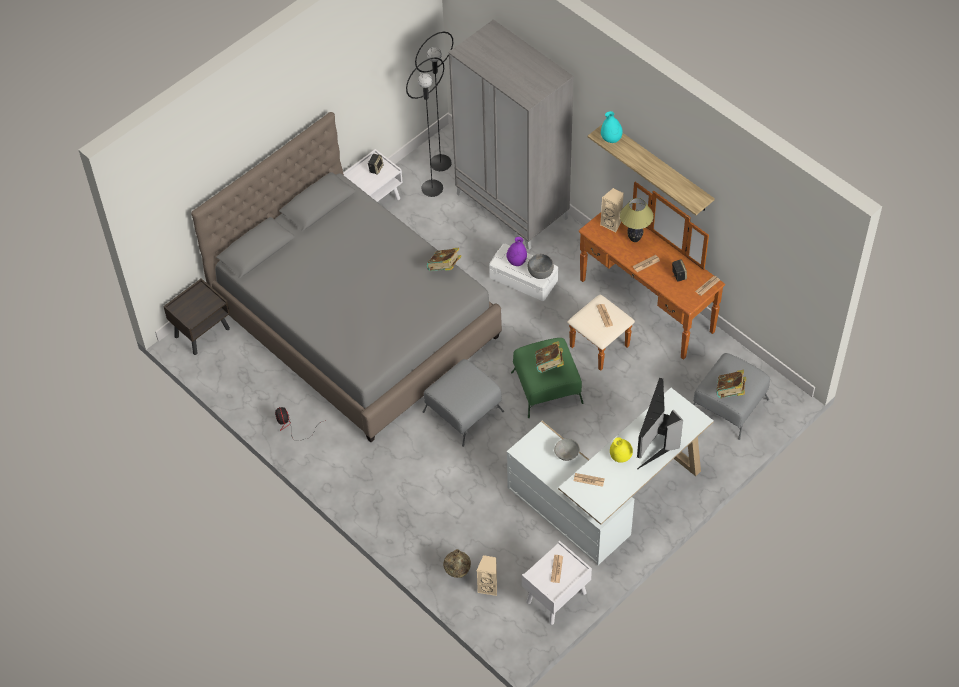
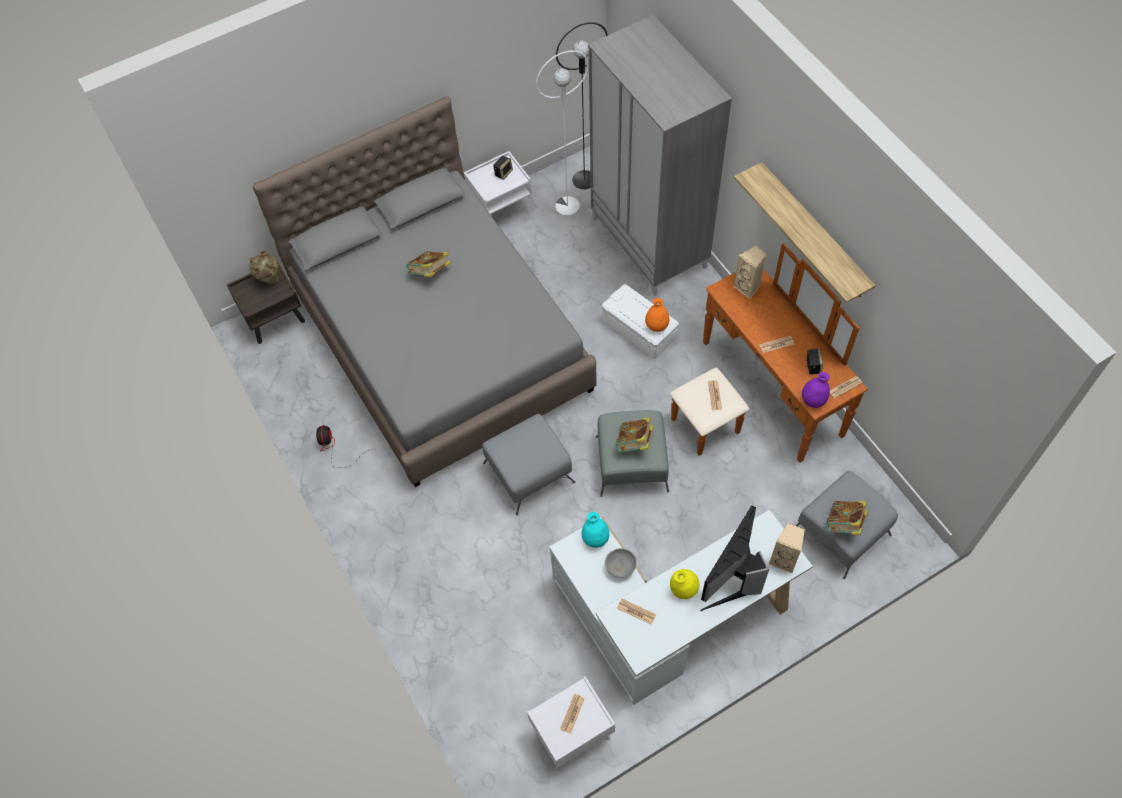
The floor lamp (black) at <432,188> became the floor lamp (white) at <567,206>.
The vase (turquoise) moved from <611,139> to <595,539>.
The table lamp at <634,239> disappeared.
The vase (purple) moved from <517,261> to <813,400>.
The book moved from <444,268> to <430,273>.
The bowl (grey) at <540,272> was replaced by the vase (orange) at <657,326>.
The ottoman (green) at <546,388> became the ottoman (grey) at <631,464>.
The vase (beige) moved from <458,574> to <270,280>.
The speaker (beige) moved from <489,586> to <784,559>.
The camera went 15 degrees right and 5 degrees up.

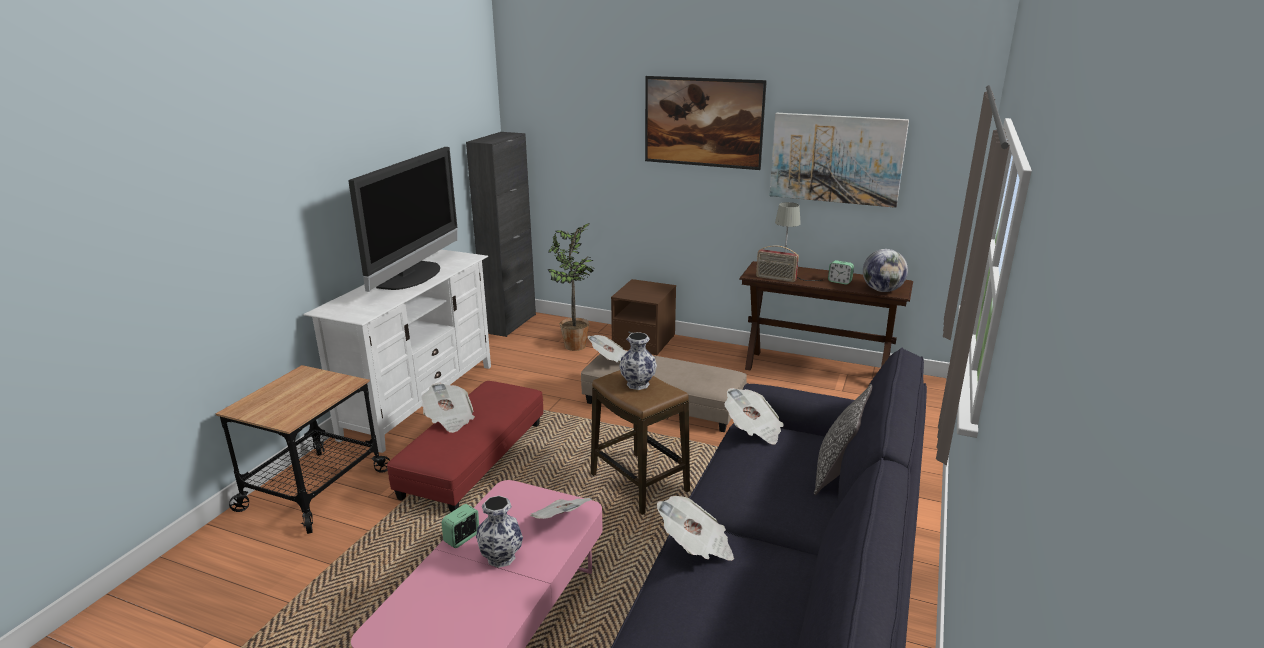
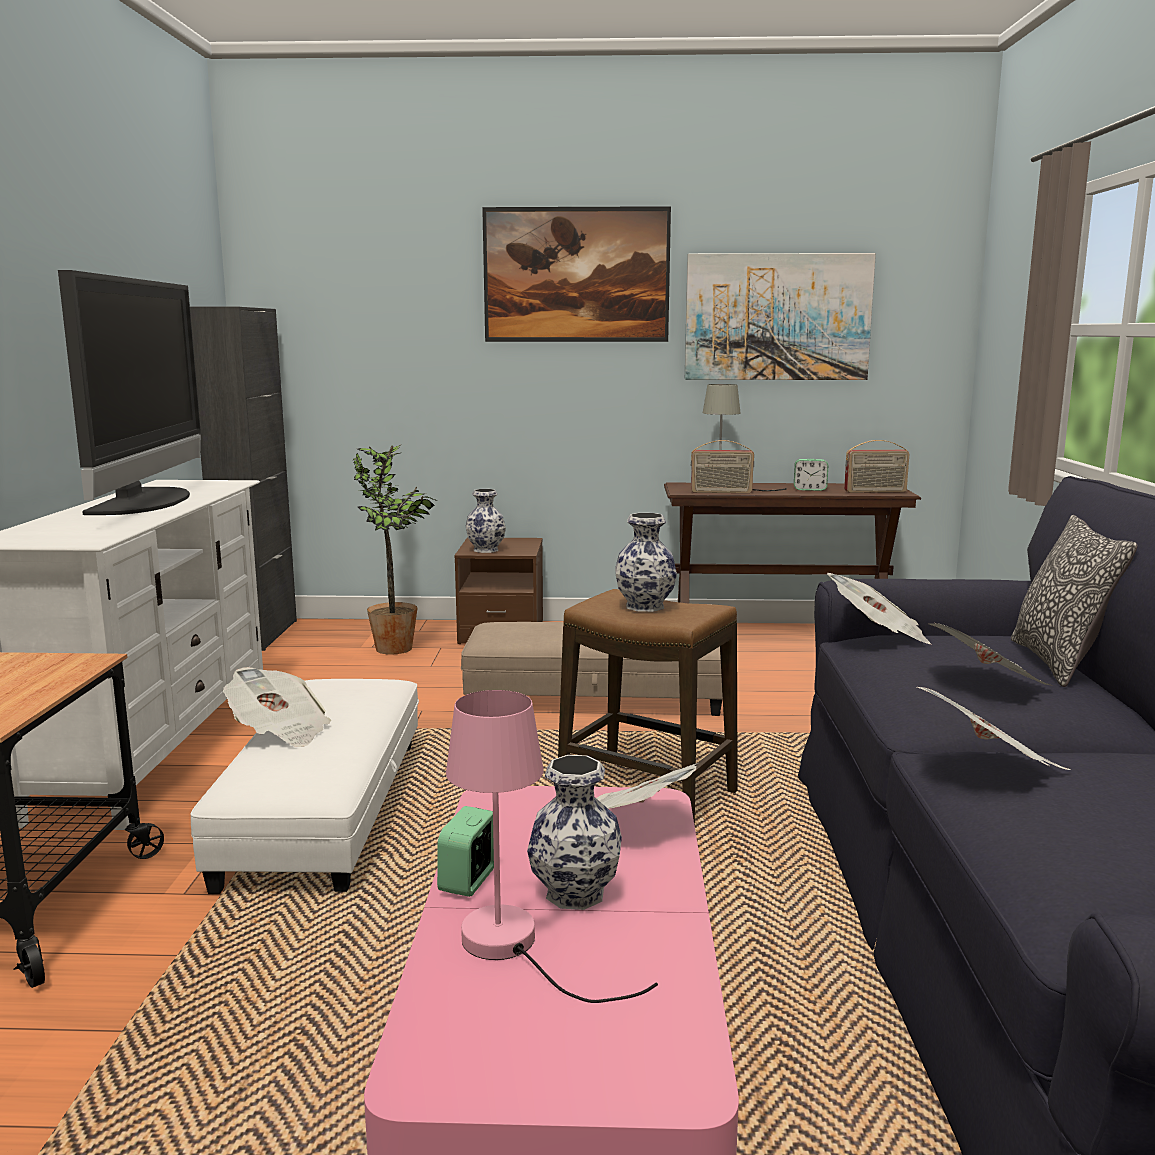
The globe at <882,290> was replaced by the radio at <875,492>.
The newspaper moved from <611,360> to <988,685>.
The ottoman (red) at <474,459> became the ottoman (white) at <325,810>.
The vase at <485,550> appeared.
The table lamp (pink) at <515,948> appeared.
The camera went 20 degrees left and 10 degrees down.

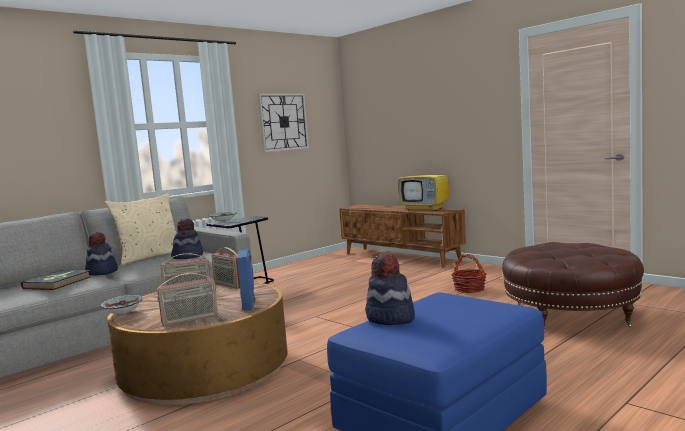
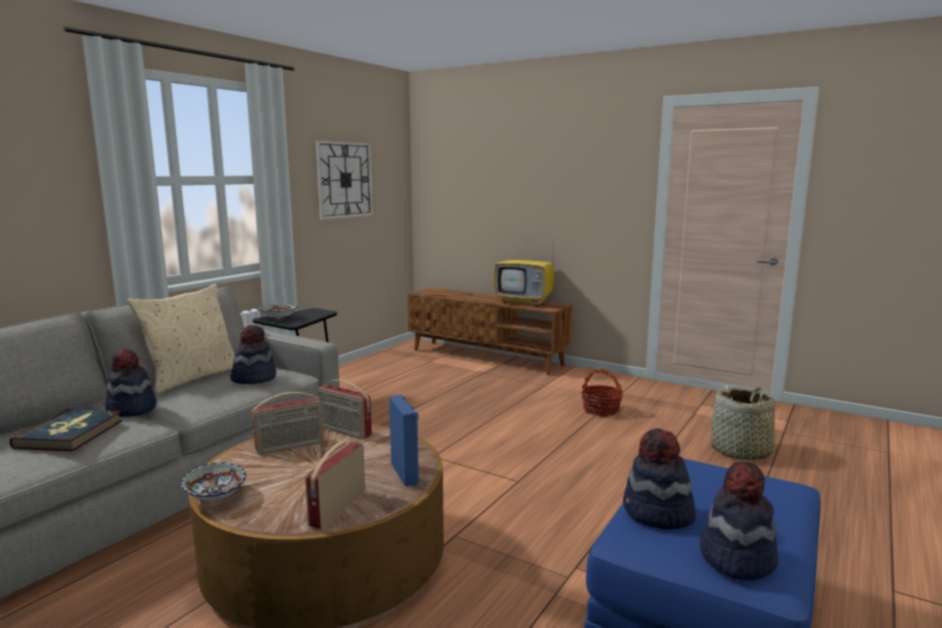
The ottoman (brown) at <570,315> was replaced by the basket at <741,451>.
The radio at <190,319> turned 150 degrees clockwise.
The hat at <736,558> appeared.
The camera went 15 degrees left and 5 degrees up.

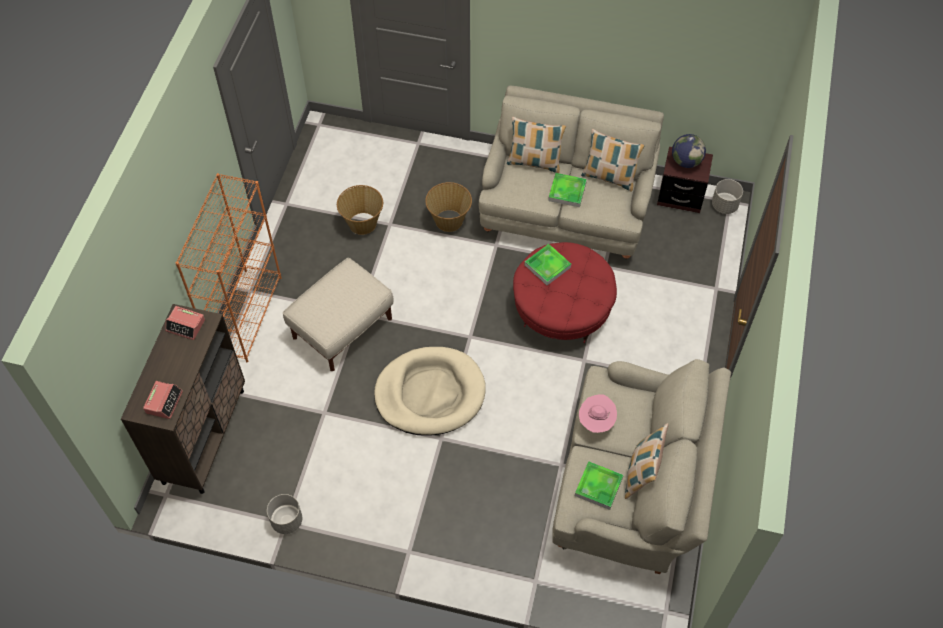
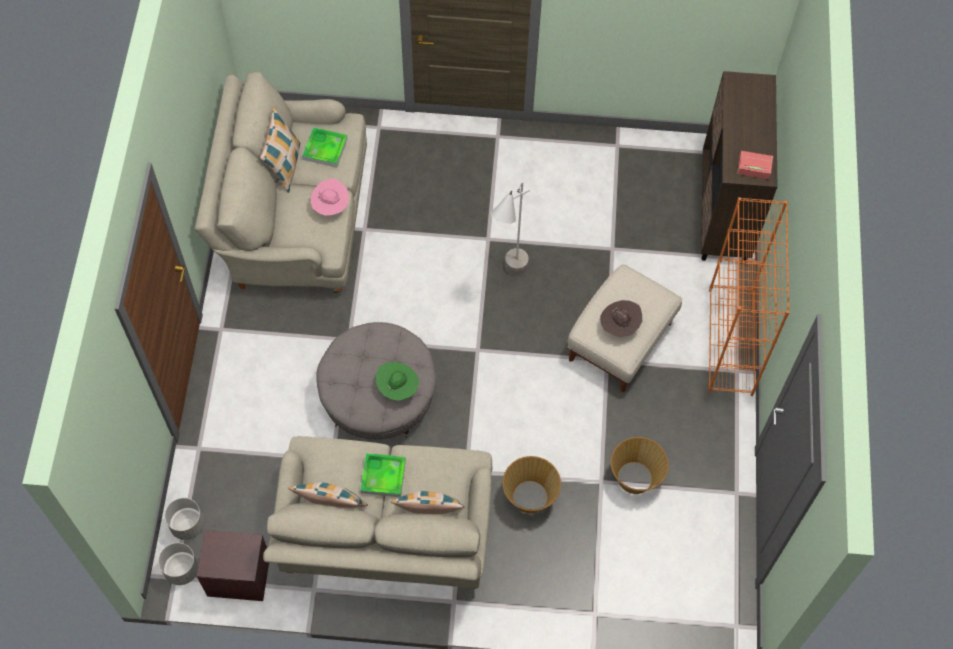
The globe at <686,161> disappeared.
The ottoman (red) at <562,309> became the ottoman (grey) at <378,397>.
The tray at <547,266> was replaced by the hat (green) at <398,388>.
The dog bed (beige) at <430,393> was replaced by the floor lamp (grey) at <508,281>.
The alarm clock at <164,402> disappeared.
The planter (grey) moved from <287,520> to <187,525>.
The hat (brown) at <619,326> appeared.
The camera went 170 degrees right and 5 degrees up.

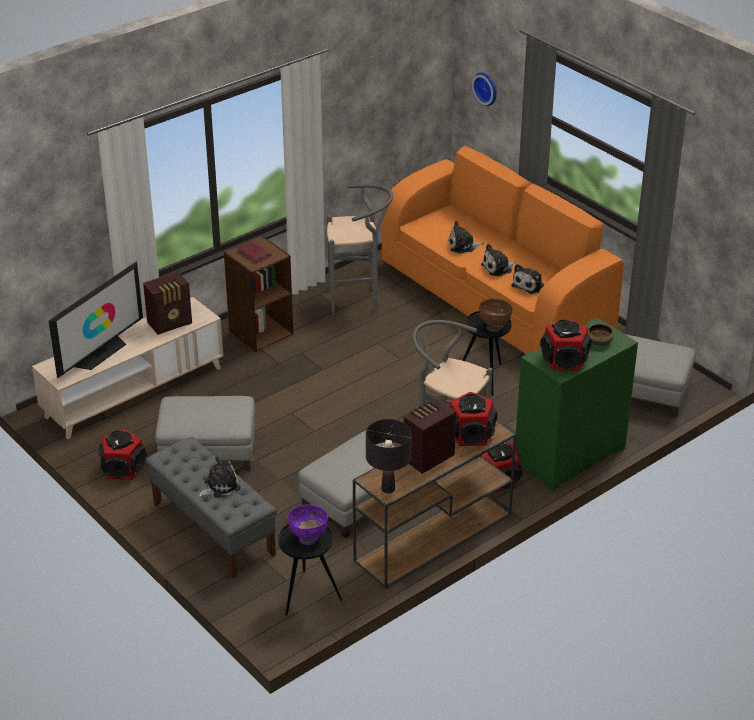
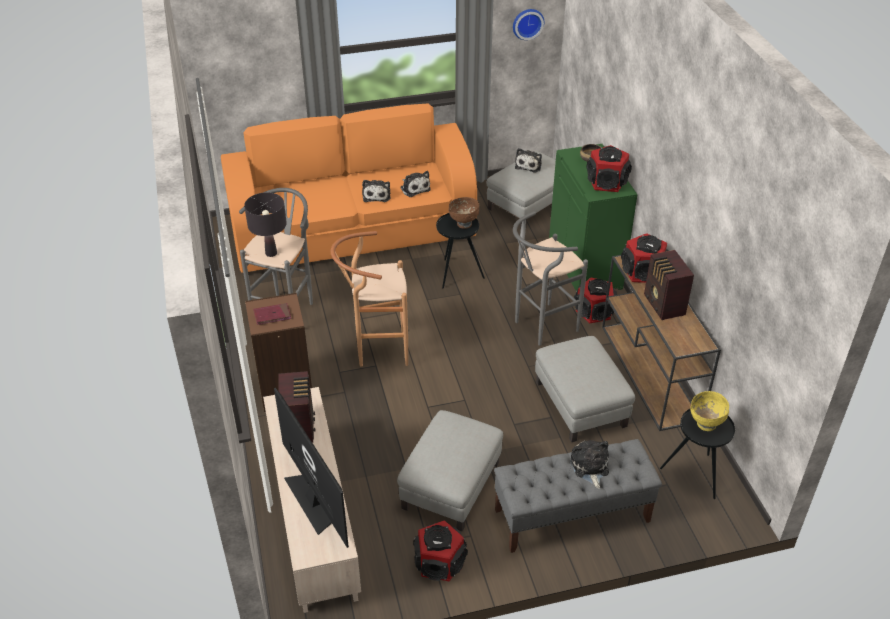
The wall clock moved from <487,88> to <527,23>.
The plush toy moved from <463,246> to <529,165>.
The table lamp (black) moved from <388,489> to <271,253>.
The bowl (purple) at <308,538> became the bowl (yellow) at <705,424>.
The stool (brown) at <376,350> appeared.
The camera went 65 degrees left and 5 degrees up.

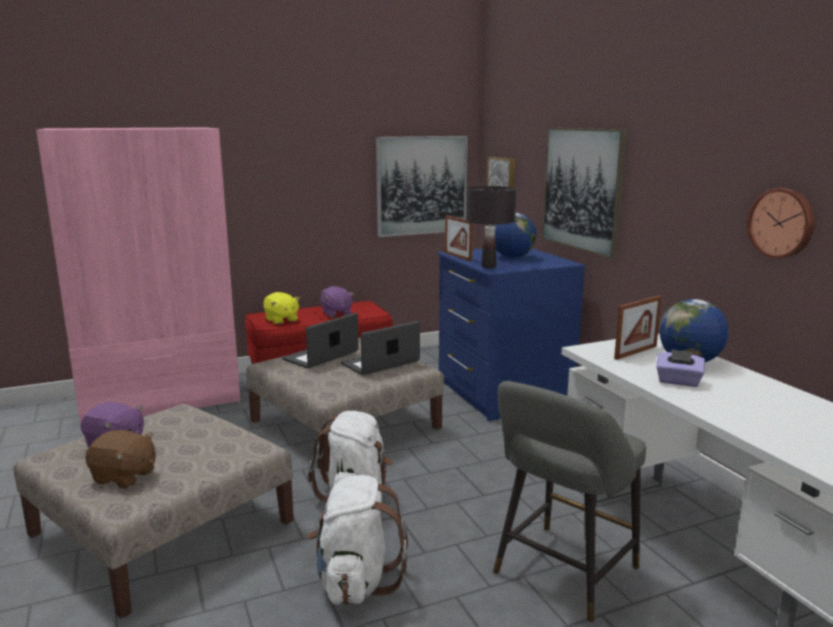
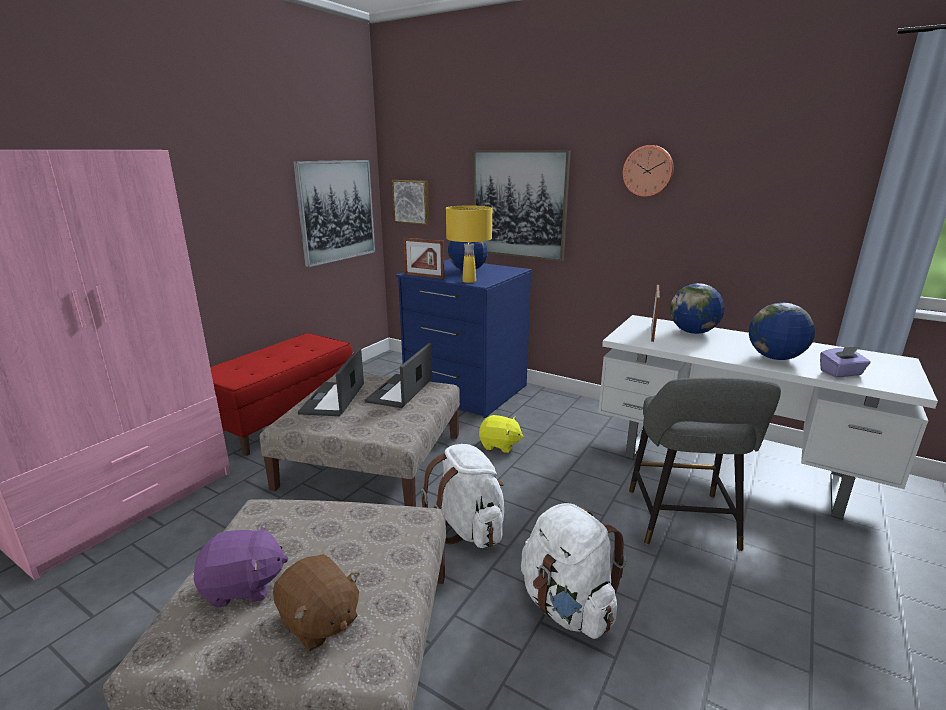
The table lamp (black) at <489,266> became the table lamp (yellow) at <469,281>.
The wall clock moved from <782,223> to <648,171>.
The plush toy (purple) at <336,313> disappeared.
The plush toy (yellow) moved from <281,320> to <499,445>.
The tissue box (purple) moved from <678,381> to <841,373>.
The plush toy (brown) at <124,477> turned 60 degrees clockwise.
The globe at <775,358> appeared.
The camera went 35 degrees left and 5 degrees up.

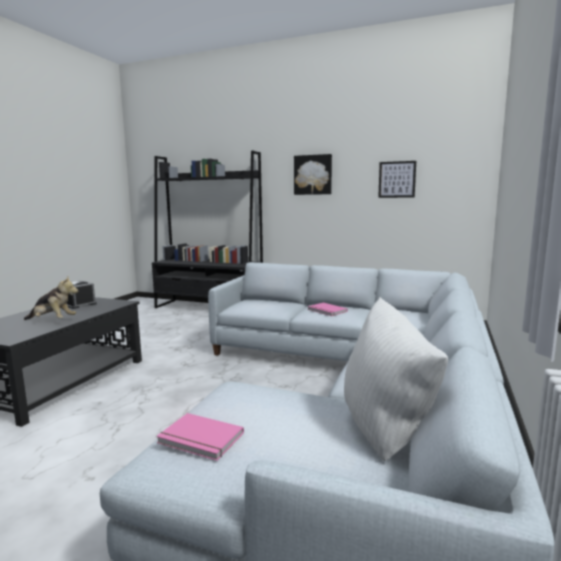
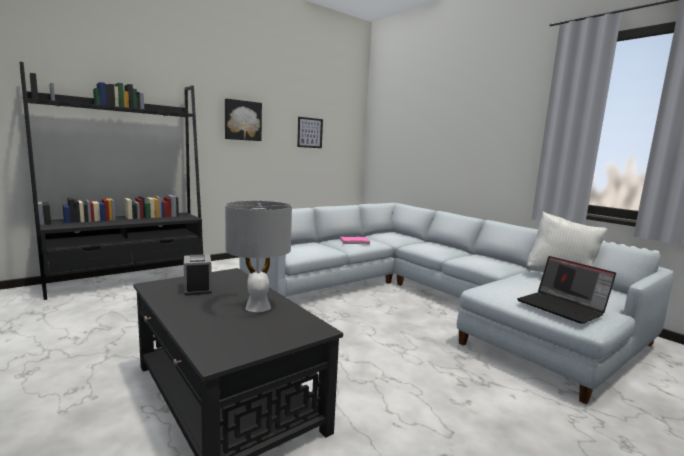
The plush toy at <52,321> was replaced by the table lamp (grey) at <258,306>.
The book (pink) at <200,439> was replaced by the laptop at <562,307>.
The camera went 60 degrees left and 0 degrees up.

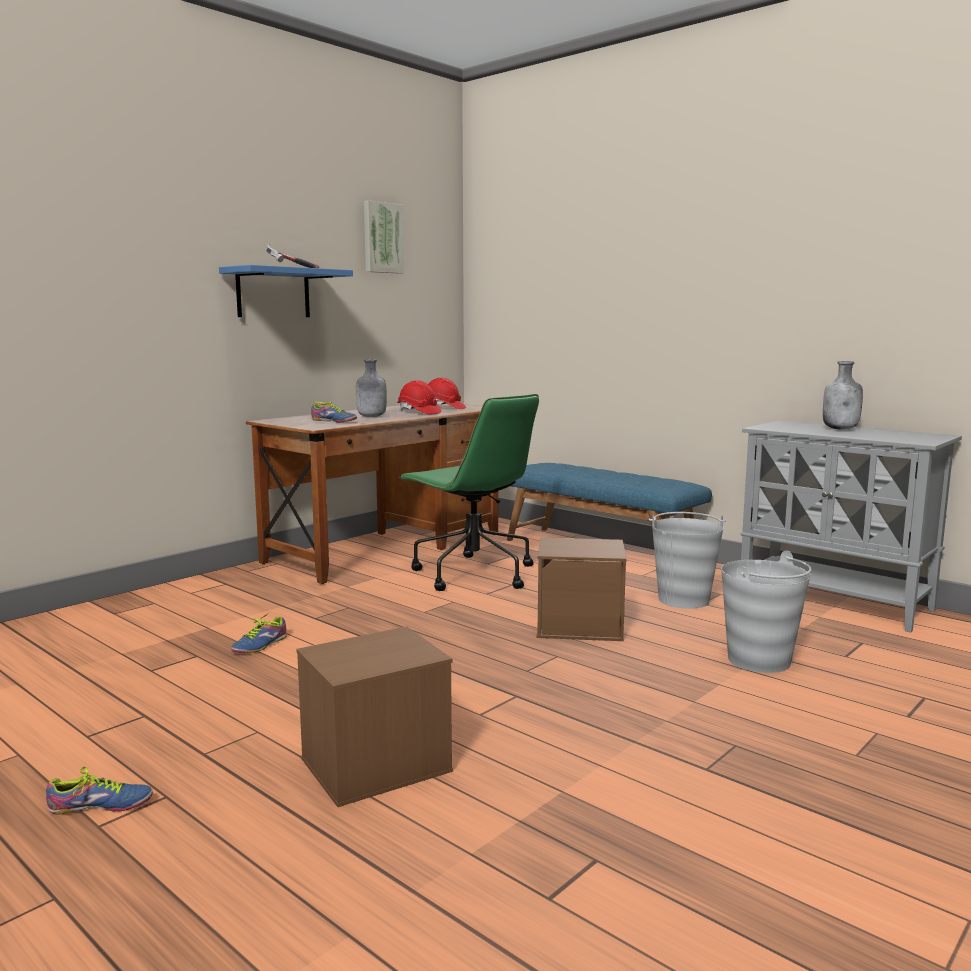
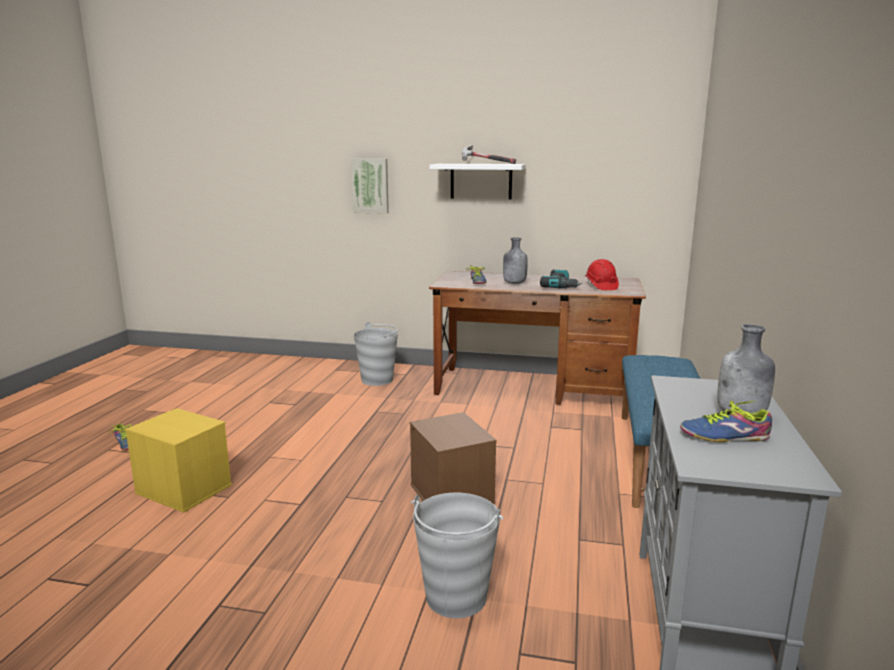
The picture moved from <382,238> to <370,186>.
The shelf (blue) at <273,293> became the shelf (white) at <481,181>.
The hard hat (red) at <418,412> was replaced by the power drill at <561,286>.
The office chair (green) at <472,574> disappeared.
The bucket (grey) moved from <683,600> to <377,380>.
The shoe moved from <258,645> to <723,435>.
The storage box (brown) at <375,766> became the storage box (yellow) at <182,489>.
The camera went 60 degrees right and 5 degrees up.

